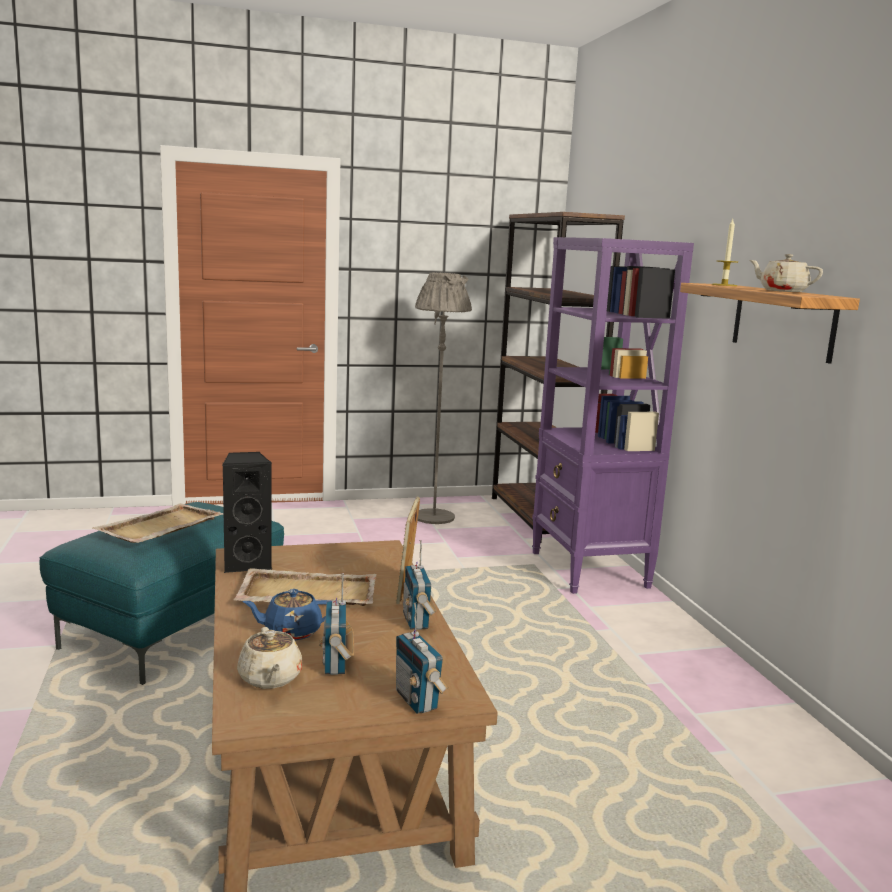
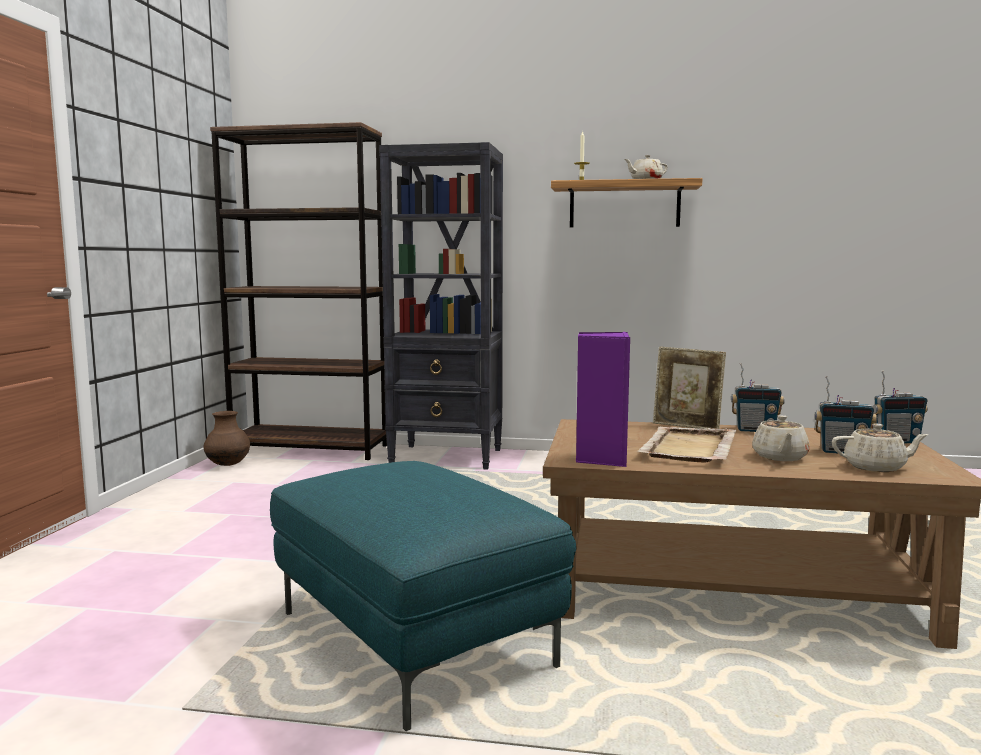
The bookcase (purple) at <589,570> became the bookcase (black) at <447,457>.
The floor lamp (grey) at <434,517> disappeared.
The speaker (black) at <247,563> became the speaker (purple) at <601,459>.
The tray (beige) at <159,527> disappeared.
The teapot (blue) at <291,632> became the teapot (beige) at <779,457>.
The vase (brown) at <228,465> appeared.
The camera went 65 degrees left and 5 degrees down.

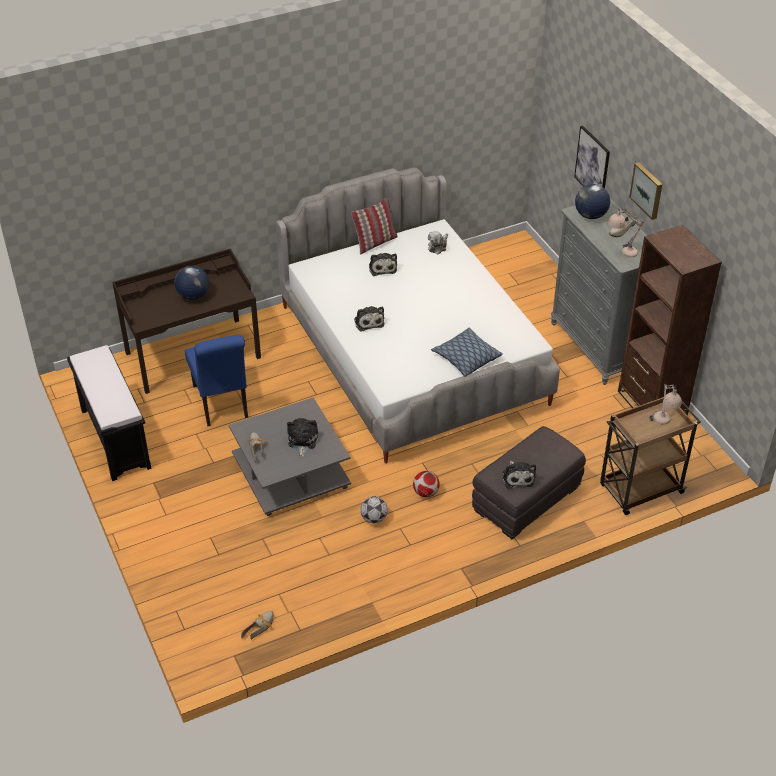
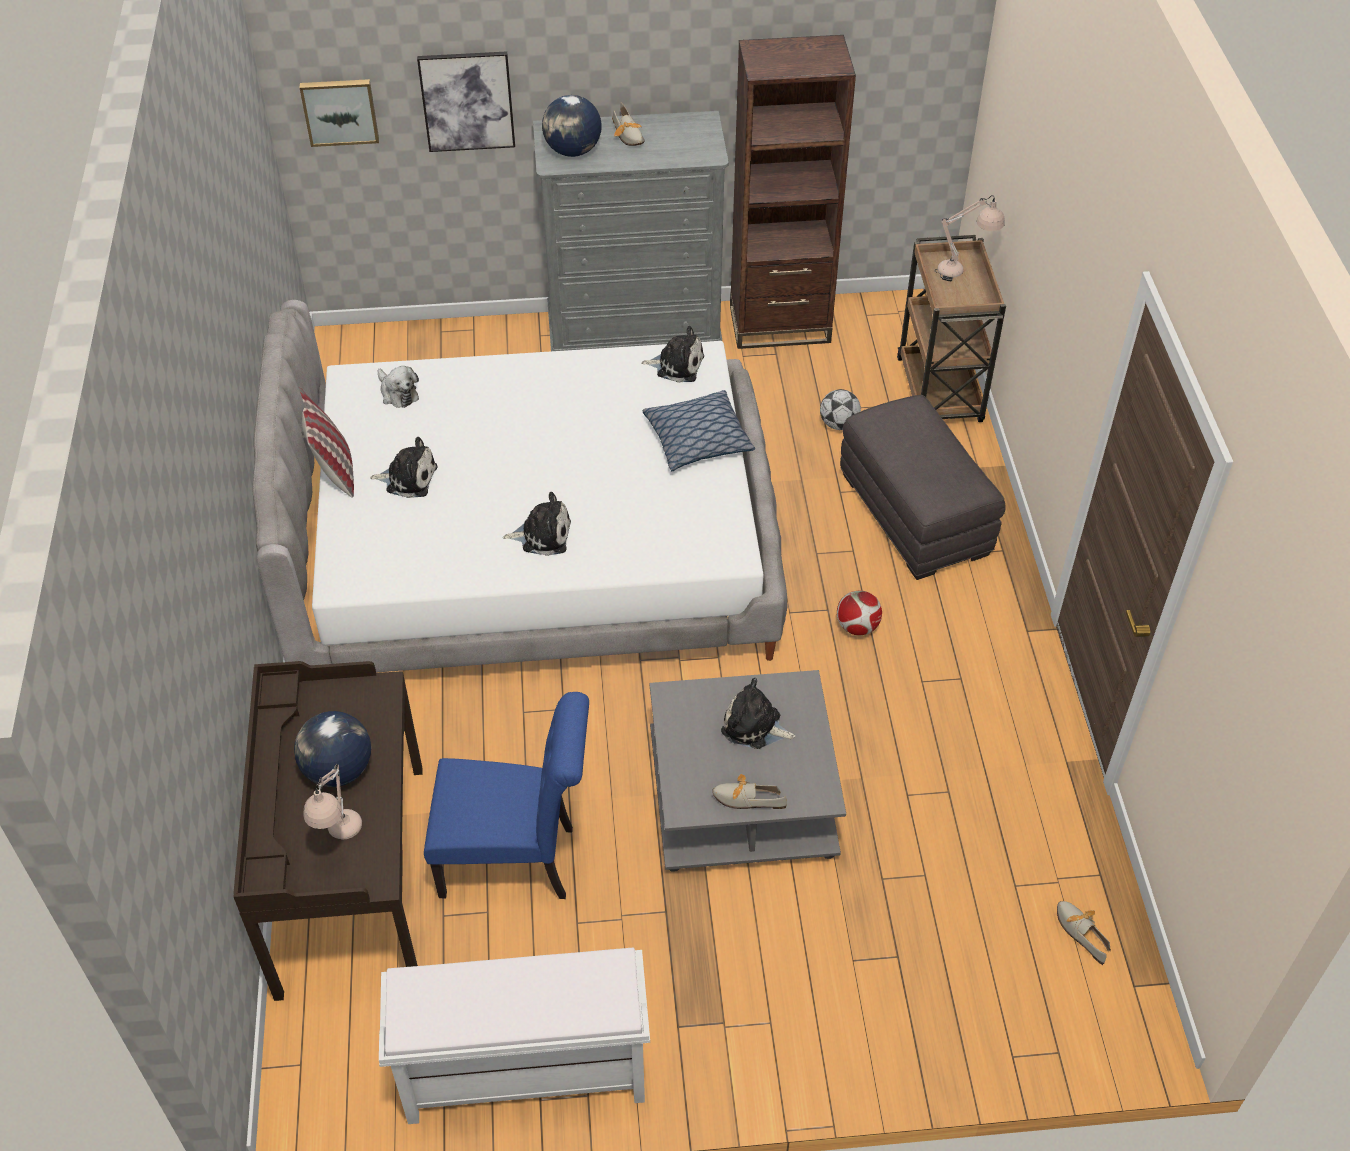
The picture moved from <647,190> to <340,111>.
The table lamp (beige) moved from <621,253> to <339,841>.
The bench (black) at <114,438> became the bench (white) at <522,1074>.
The plush toy moved from <517,477> to <677,365>.
The football moved from <374,518> to <838,424>.
The camera went 70 degrees left and 5 degrees up.

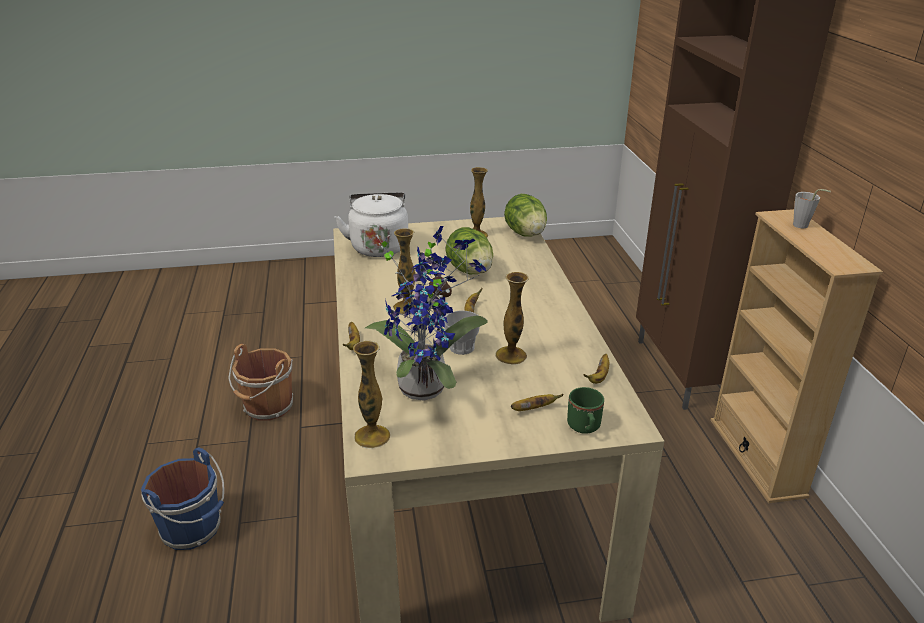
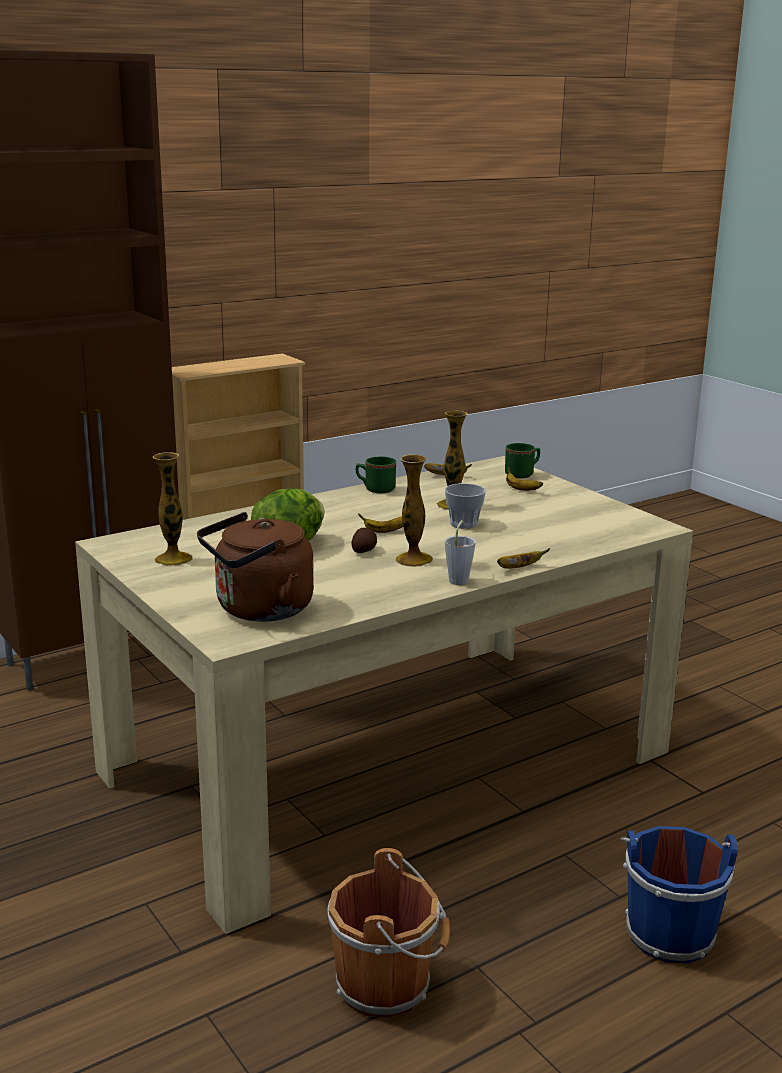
The cup (grey) moved from <804,226> to <459,579>.
The kettle (white) at <379,246> became the kettle (brown) at <259,610>.
The lettuce at <526,234> disappeared.
The potted plant at <426,385> disappeared.
The vase at <372,436> disappeared.
The mug (green) at <375,489> appeared.
The camera went 115 degrees left and 10 degrees down.

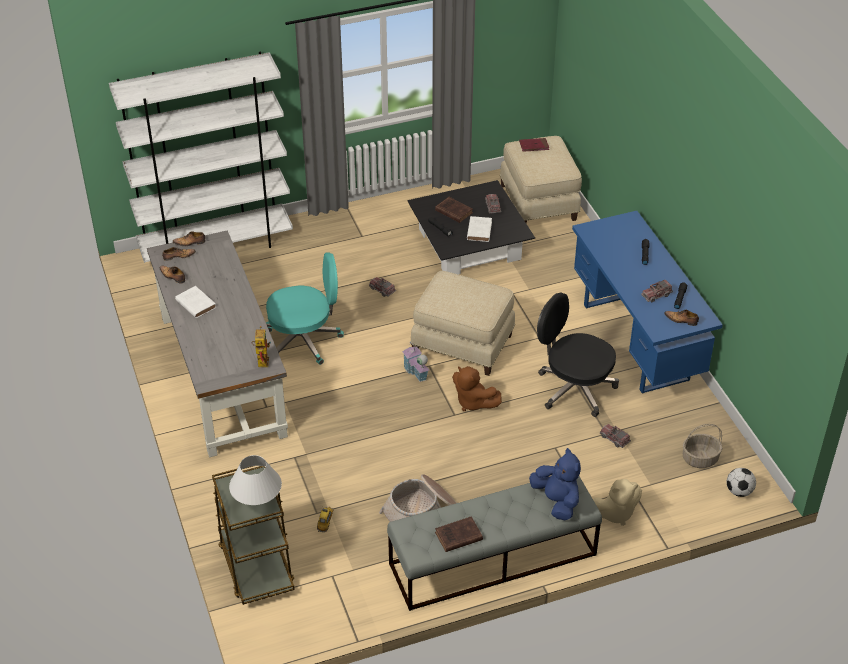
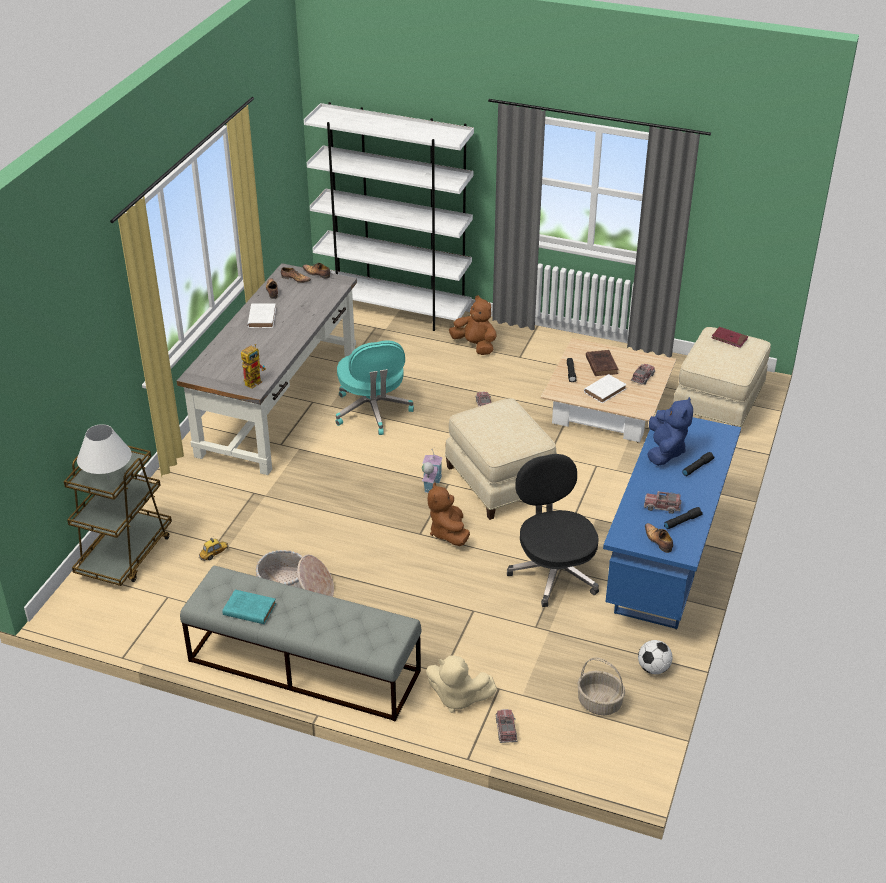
The coffee table (black) at <469,245> became the coffee table (beige) at <606,408>.
The office chair (turquoise) at <305,340> turned 45 degrees clockwise.
The toy truck moved from <614,439> to <506,730>.
The plush toy (blue) moved from <556,501> to <665,451>.
The football moved from <739,491> to <653,668>.
The book (brown) at <457,537> became the book (turquoise) at <248,609>.
The plush toy (brown) at <475,345> appeared.
The camera went 40 degrees right and 5 degrees down.

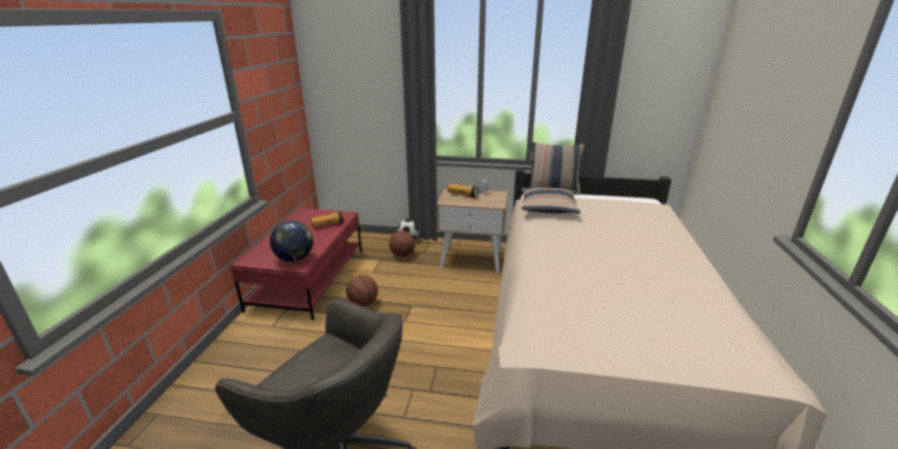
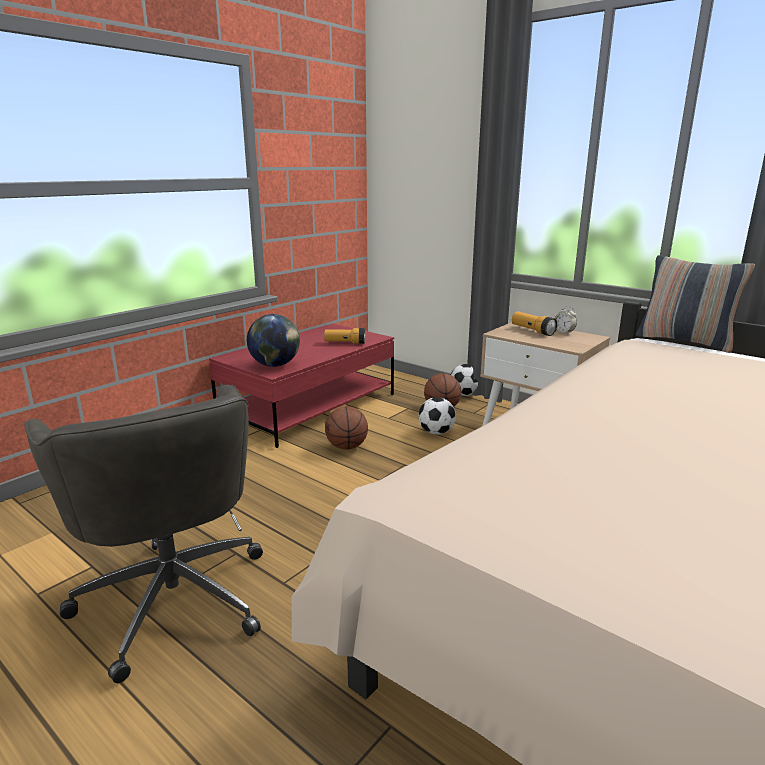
The pillow at <548,208> disappeared.
The football at <436,432> appeared.
The camera went 30 degrees right and 5 degrees down.

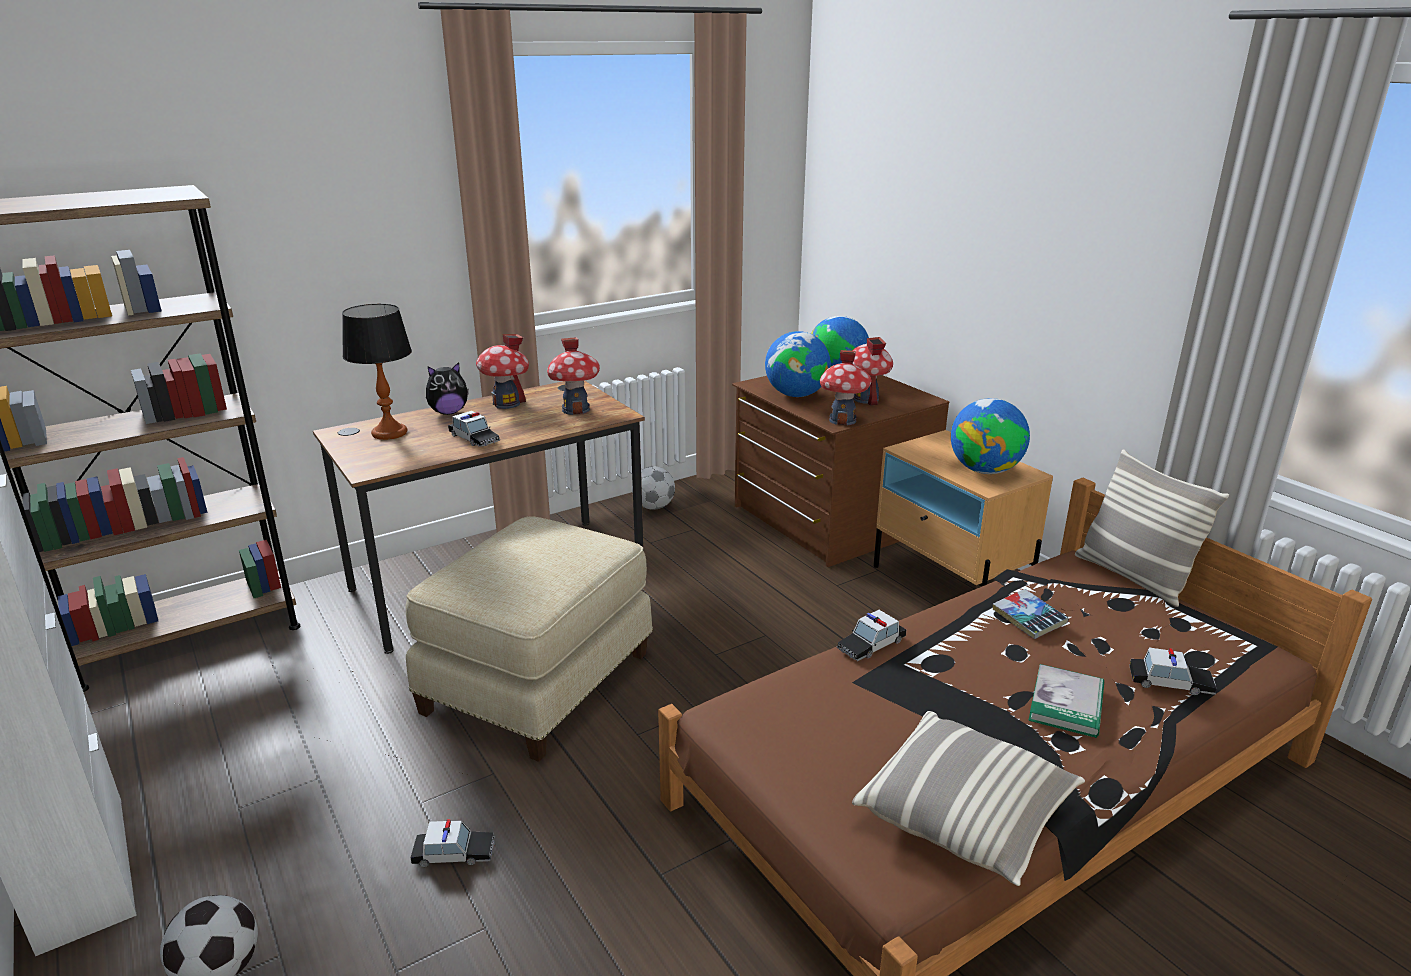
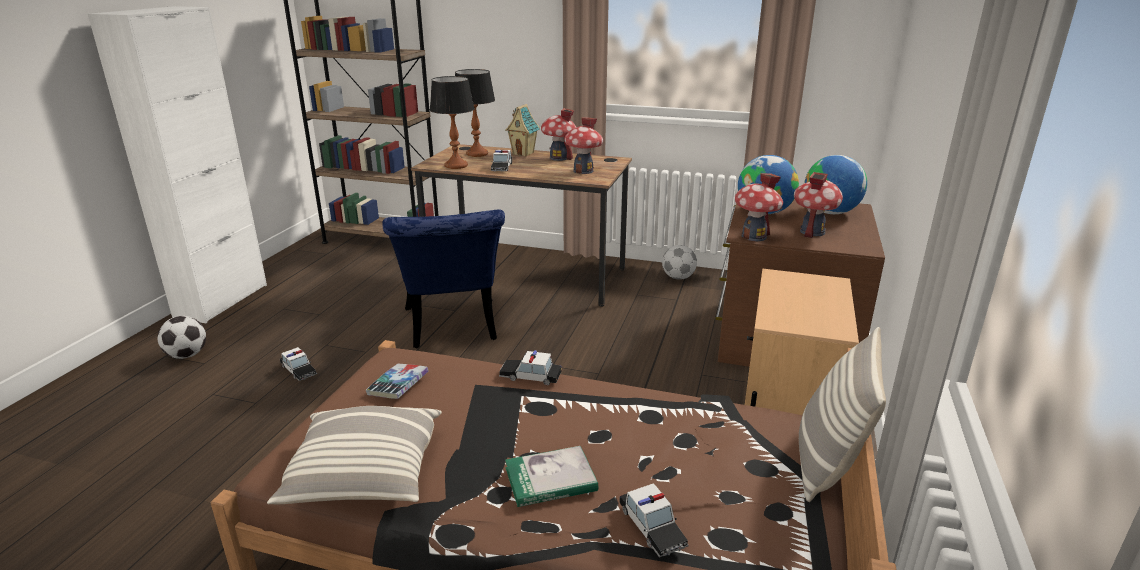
The plush toy at <448,412> was replaced by the toy house at <524,153>.
The globe at <985,470> disappeared.
The ottoman (beige) at <540,684> was replaced by the chair (blue) at <452,329>.
The book moved from <1028,619> to <398,386>.
The table lamp at <456,165> appeared.
The camera went 50 degrees right and 0 degrees up.

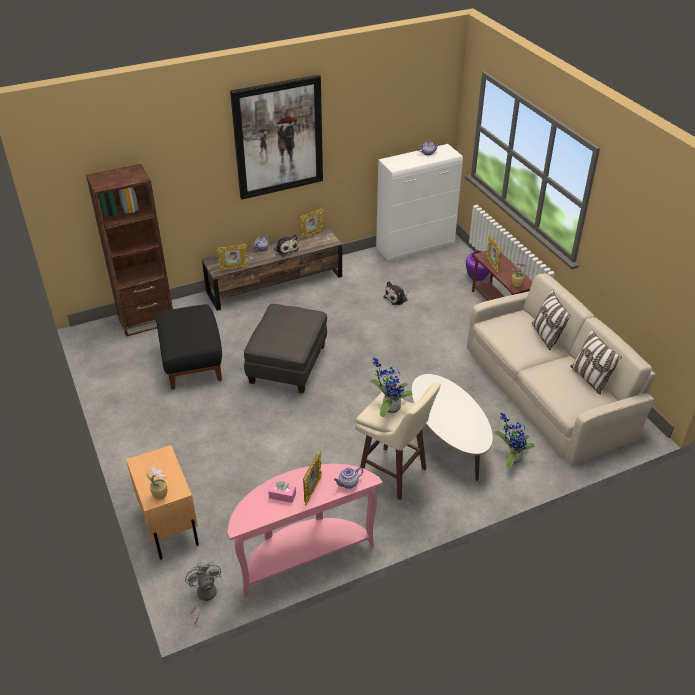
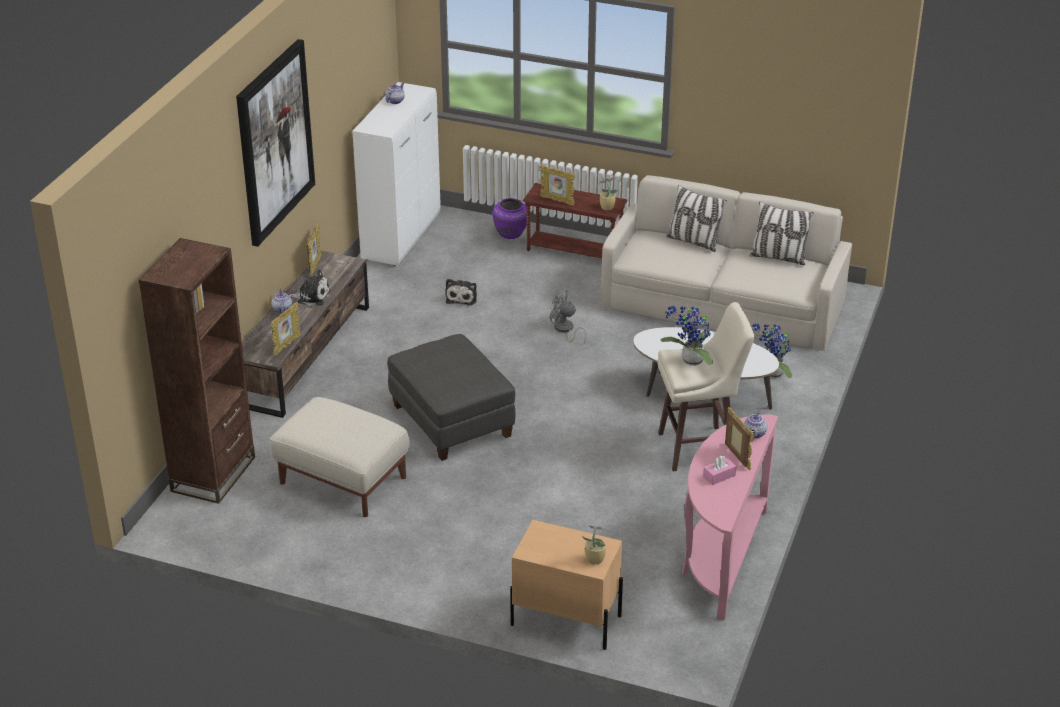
The ottoman (black) at <192,361> became the ottoman (beige) at <342,479>.
The fan (grey) moved from <204,596> to <565,330>.
The camera went 45 degrees left and 5 degrees down.

